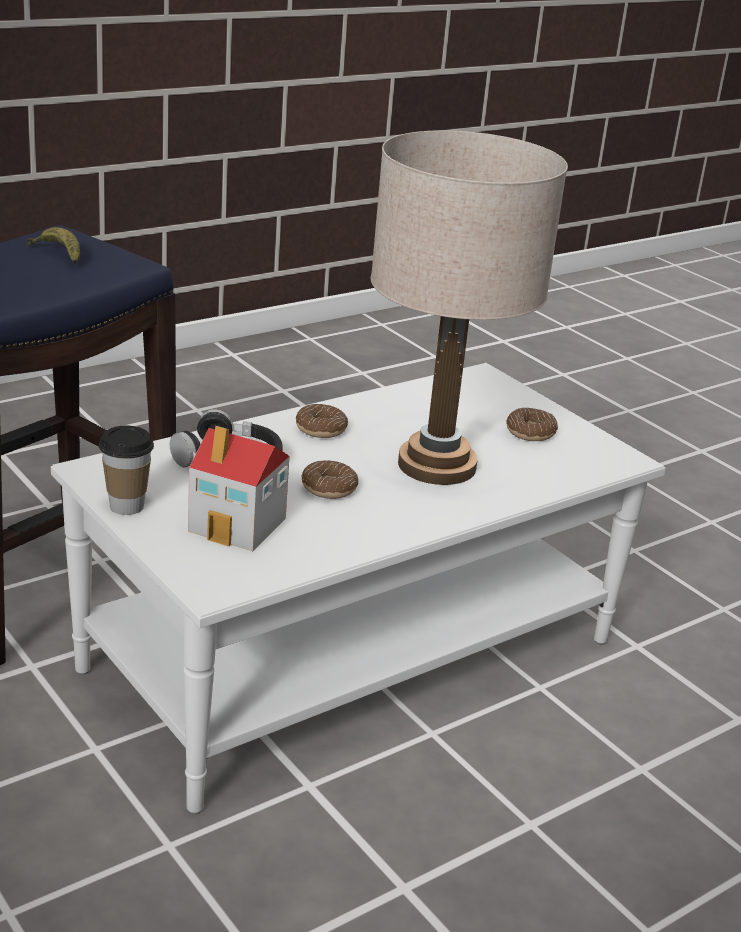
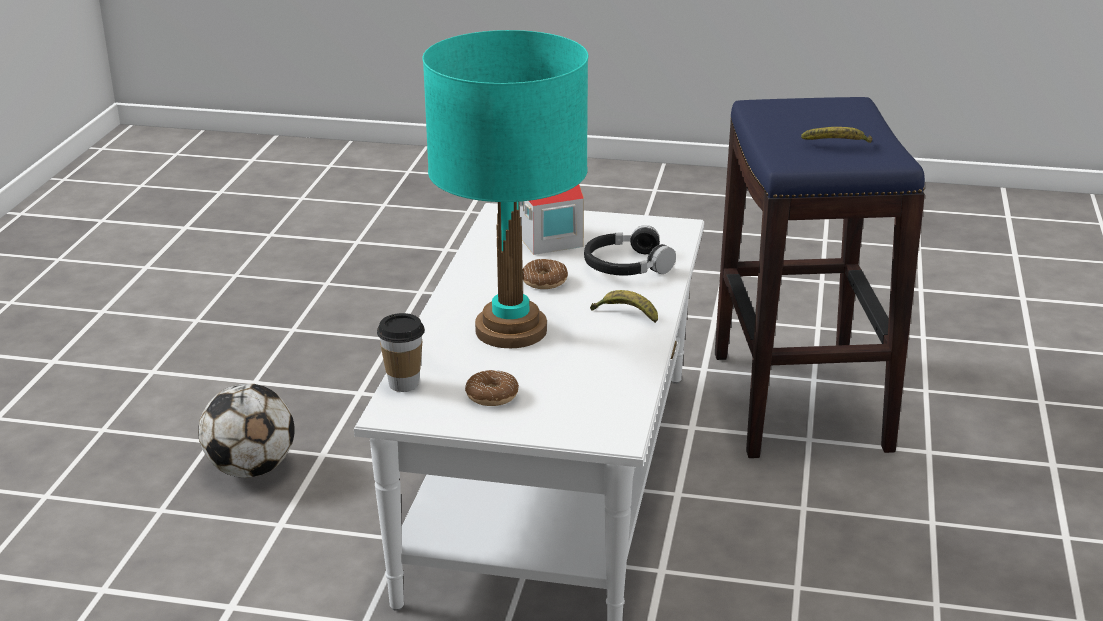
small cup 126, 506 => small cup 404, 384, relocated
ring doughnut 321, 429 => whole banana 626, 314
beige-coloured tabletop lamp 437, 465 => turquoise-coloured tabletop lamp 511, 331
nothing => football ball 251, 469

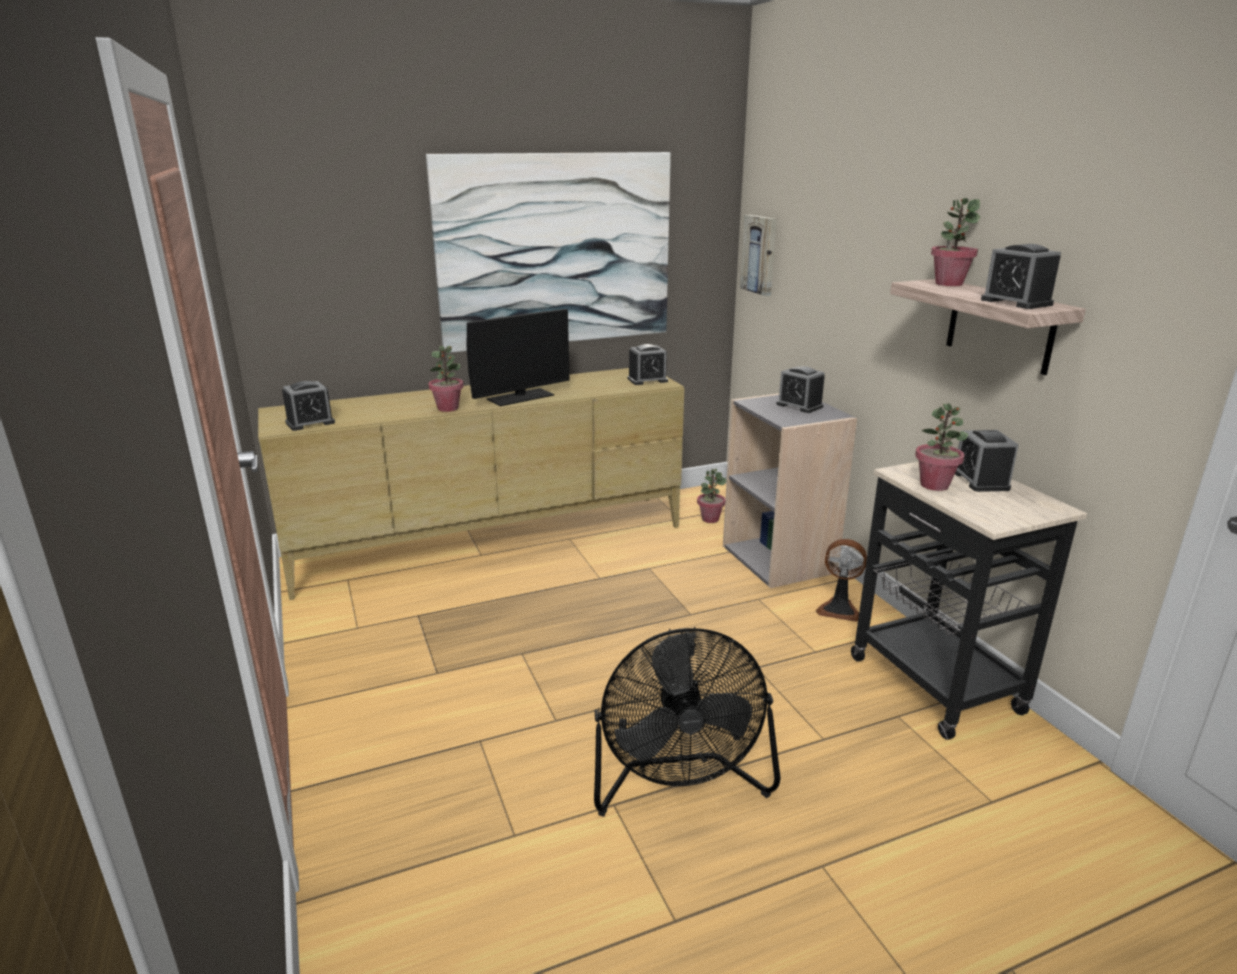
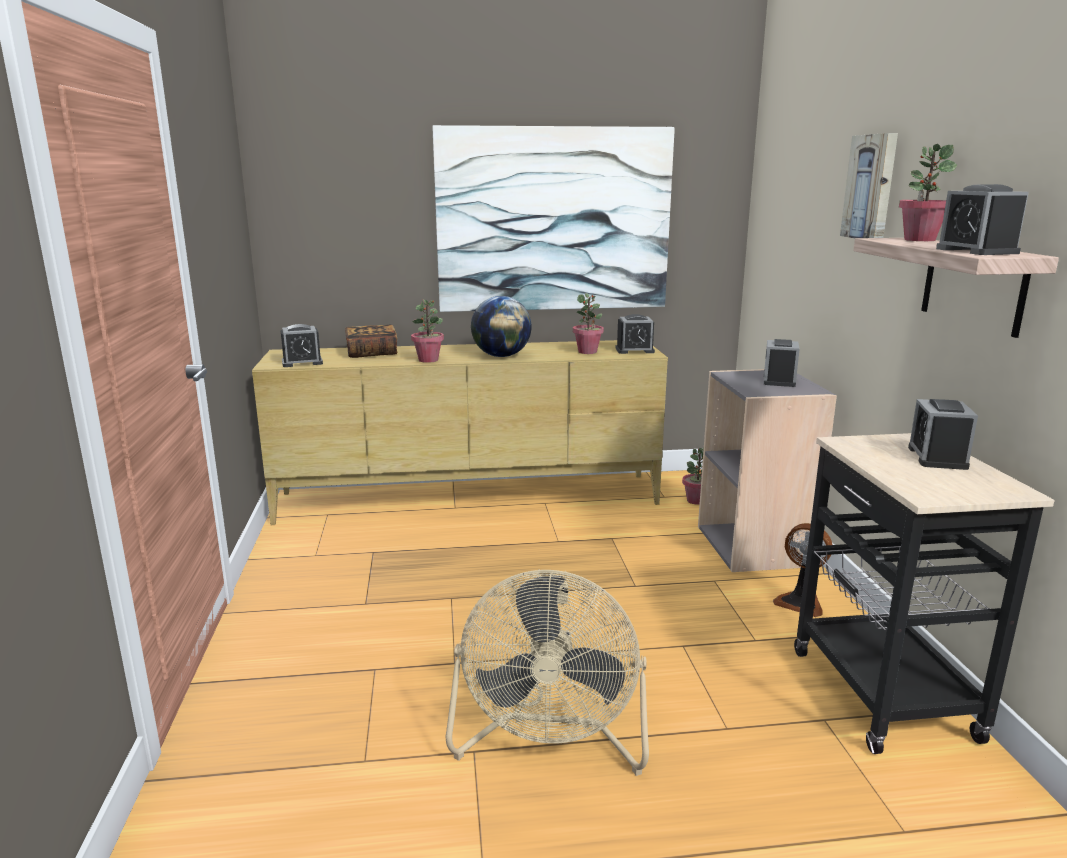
computer screen 520, 397 => world globe 501, 356
black electric fan 671, 780 => beige-coloured electric fan 543, 738
wall picture 760, 254 => wall picture 871, 187, relocated
alarm clock 799, 405 => alarm clock 779, 380, 45 degrees clockwise
potted plant 934, 485 => potted plant 587, 352, relocated
nothing => bound book 372, 353

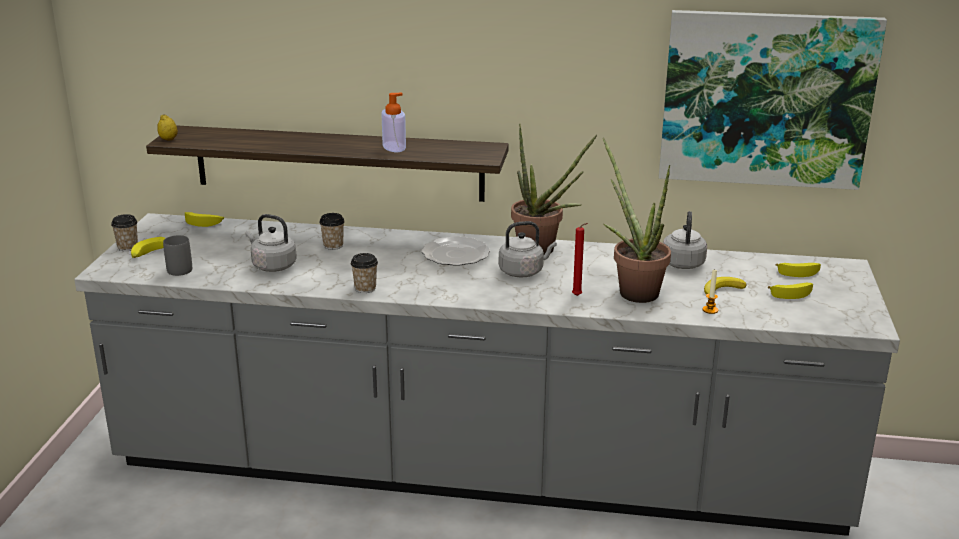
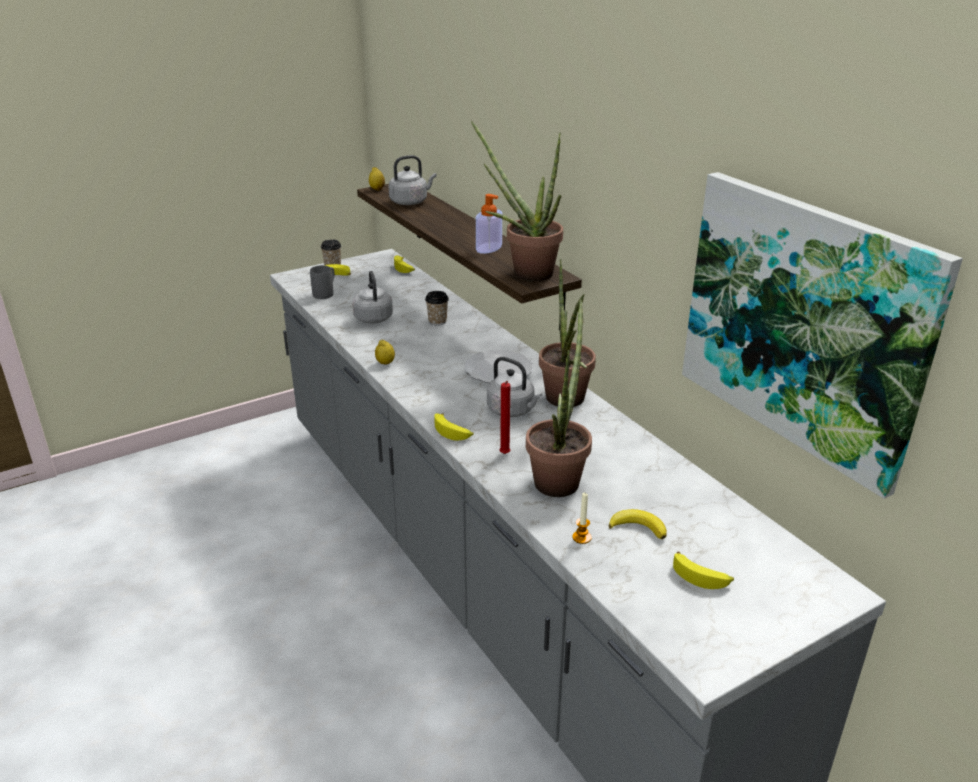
small cup 365, 288 => whole lemon 385, 363
greyish kettle 683, 262 => greyish kettle 410, 202, relocated
whole banana 799, 272 => whole banana 453, 432, relocated
nothing => potted plant 525, 272

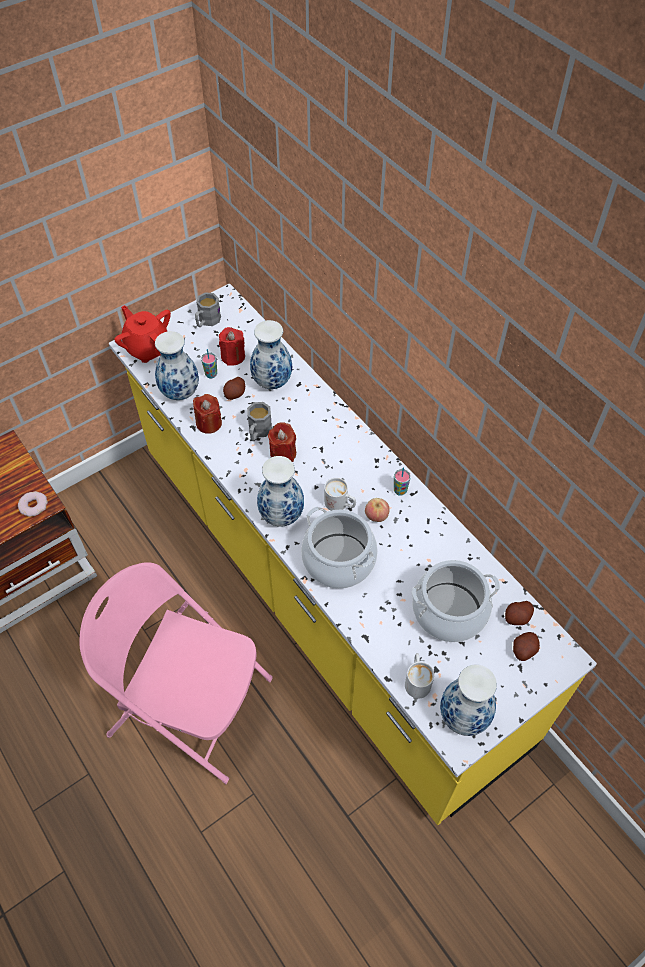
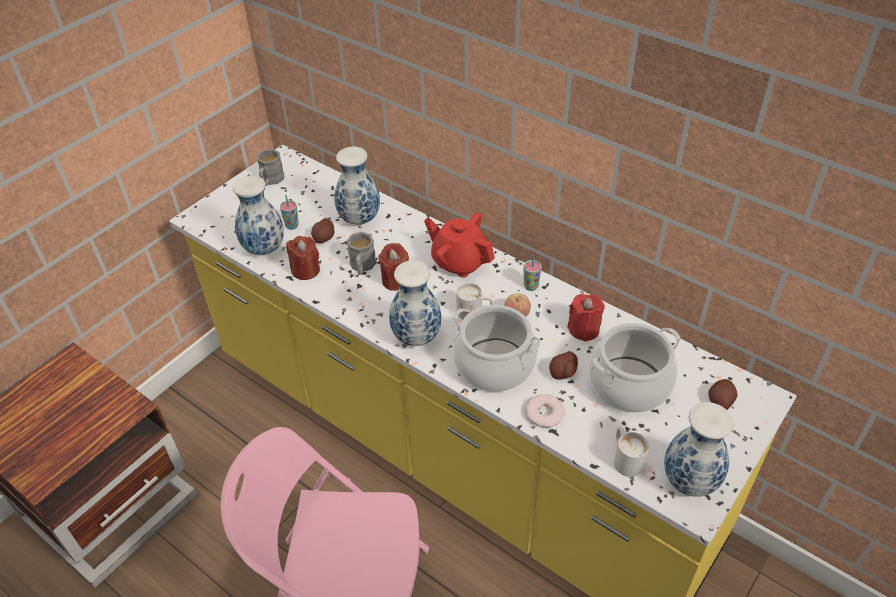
ring doughnut 33, 505 => ring doughnut 544, 413, relocated
red teapot 148, 348 => red teapot 459, 262, relocated
red wax light 233, 356 => red wax light 584, 329, relocated
whole potato 517, 617 => whole potato 562, 372, relocated

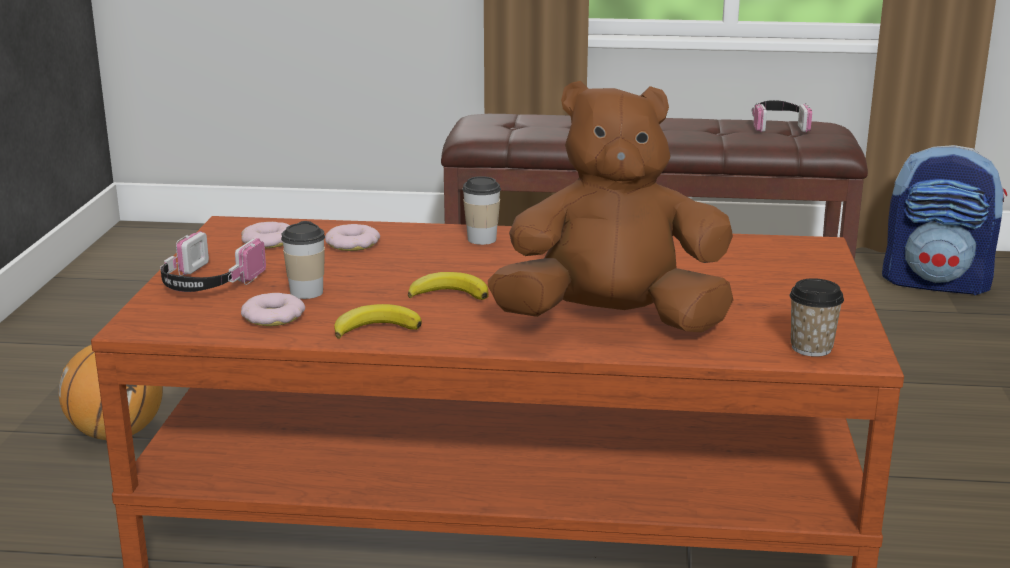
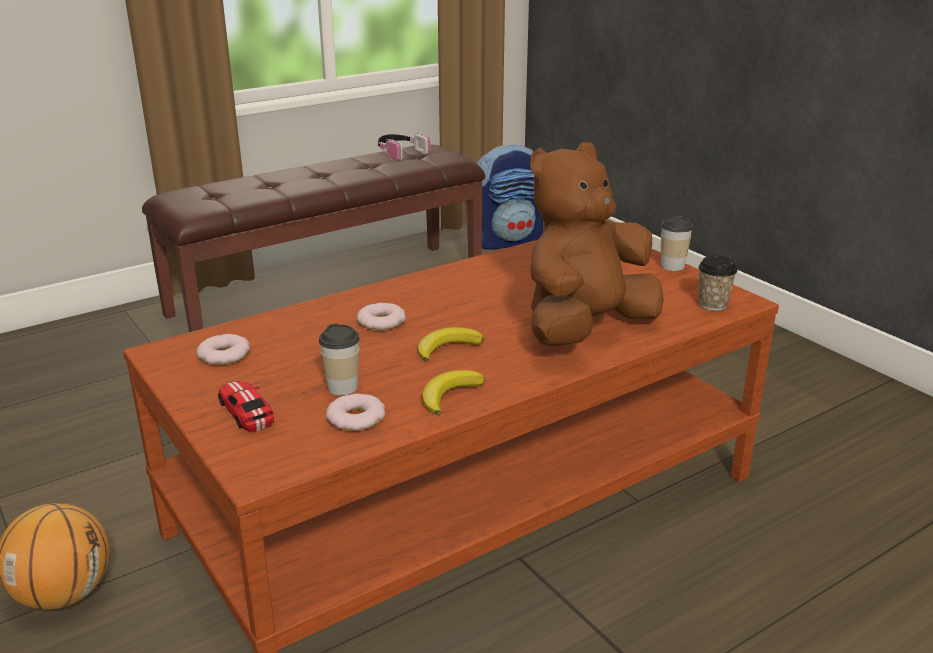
pair of headphones 208, 284 => model car 246, 412
ring doughnut 352, 243 => ring doughnut 381, 322, relocated
small cup 482, 239 => small cup 672, 266, relocated

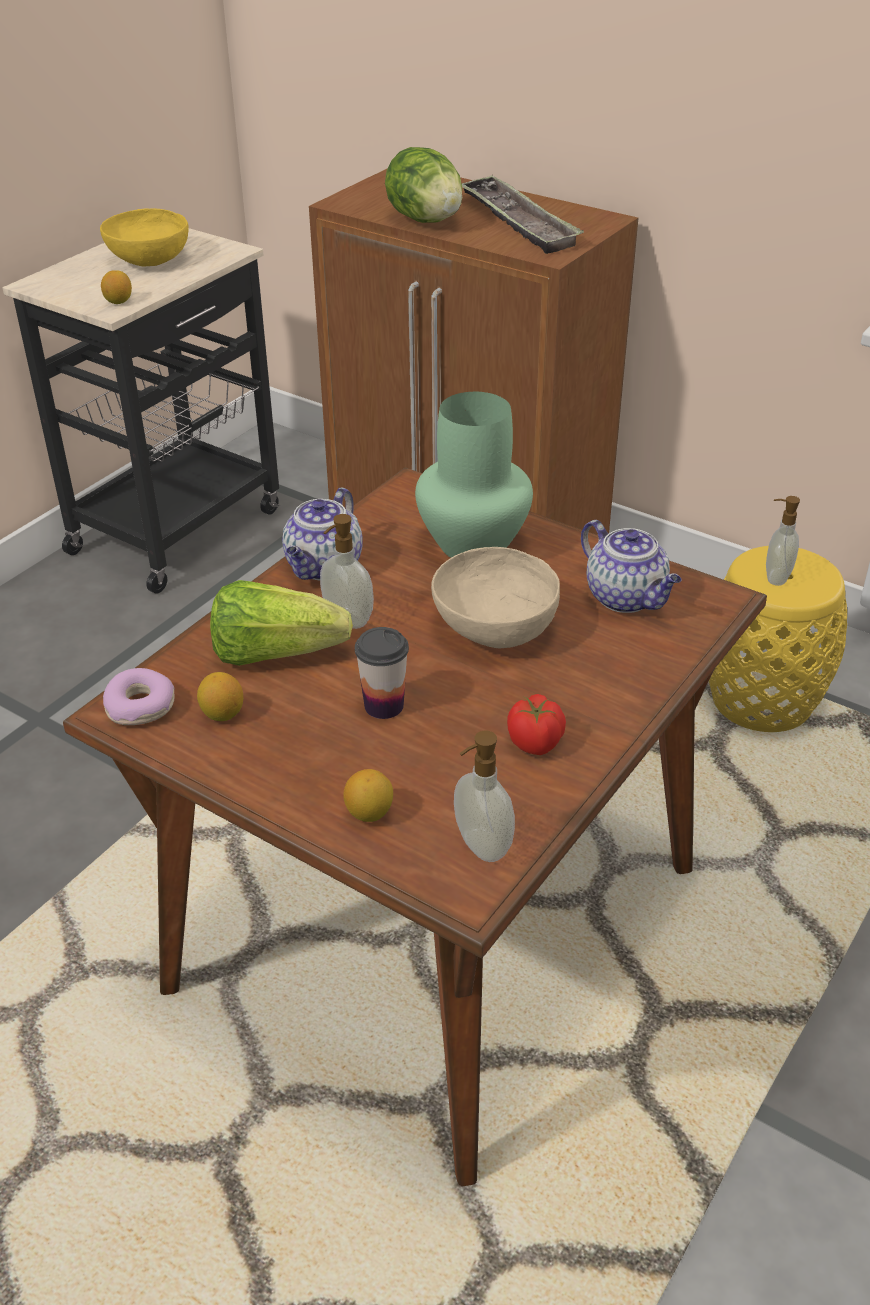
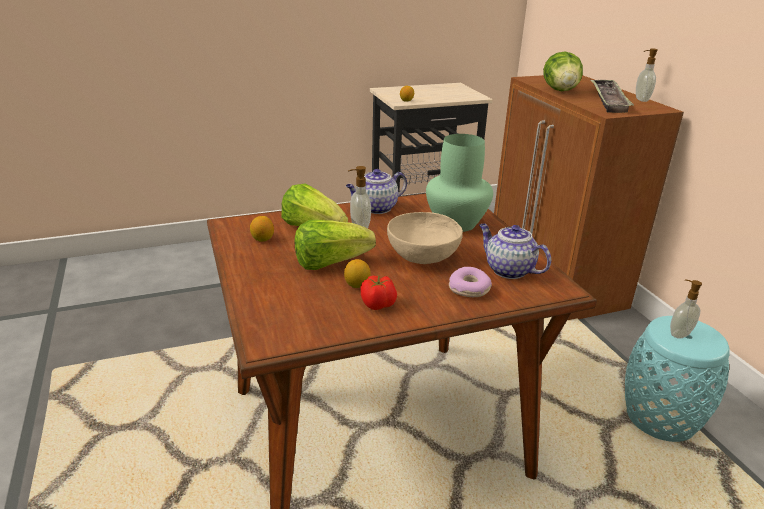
yellowish bowl 148, 259 => nothing
ring doughnut 141, 706 => ring doughnut 469, 289, relocated
whole lemon 369, 813 => whole lemon 357, 285, relocated
small cup 384, 705 => lettuce head 330, 263
soap dispenser 481, 846 => soap dispenser 641, 99, relocated
teapot 627, 598 => teapot 508, 270, 135 degrees clockwise
yellowish stool 762, 701 => turquoise-coloured stool 660, 419

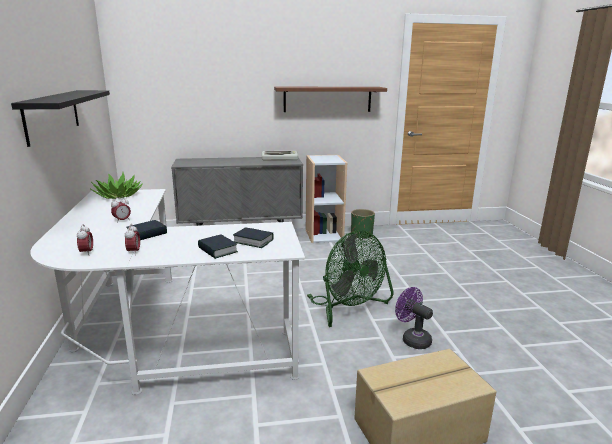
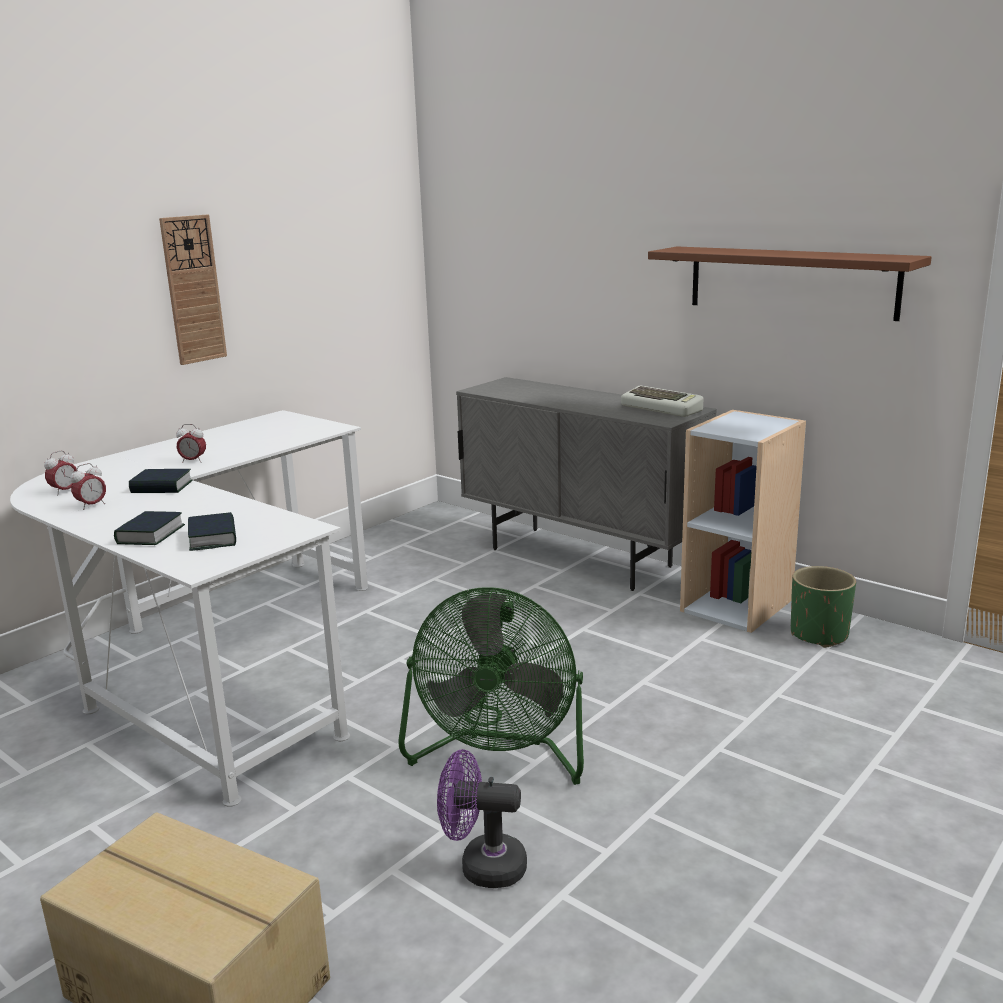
black shelf 52, 115 => wall clock 193, 289
potted plant 118, 195 => nothing
purple electric fan 412, 339 => purple electric fan 482, 866, 90 degrees counterclockwise

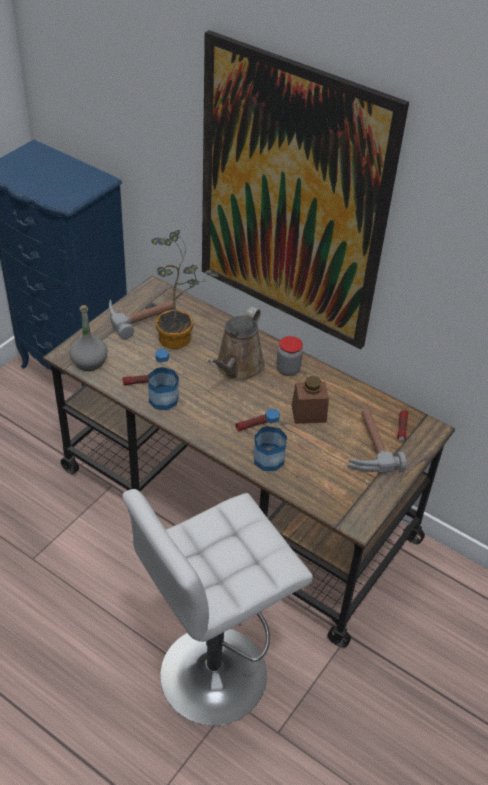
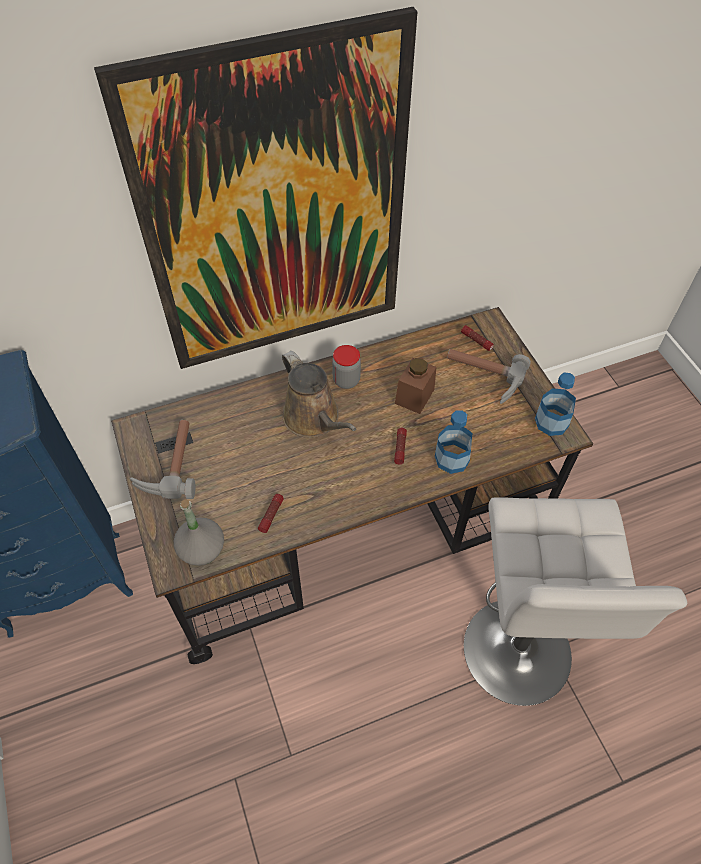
bottle 163, 399 => bottle 551, 422, relocated
potted plant 180, 338 => nothing

